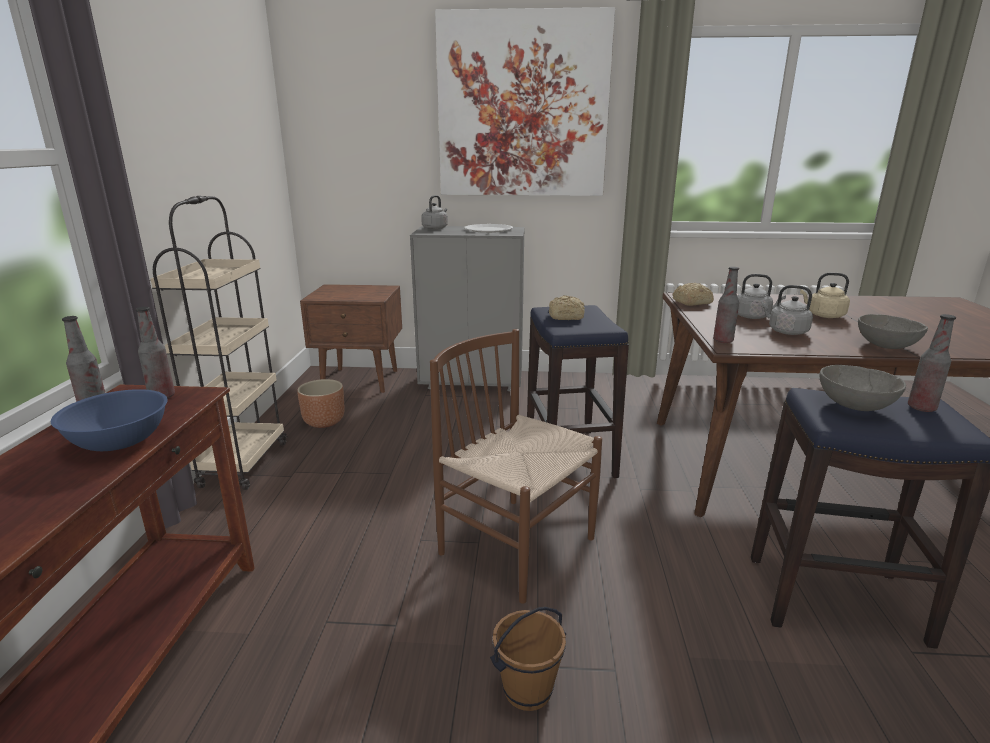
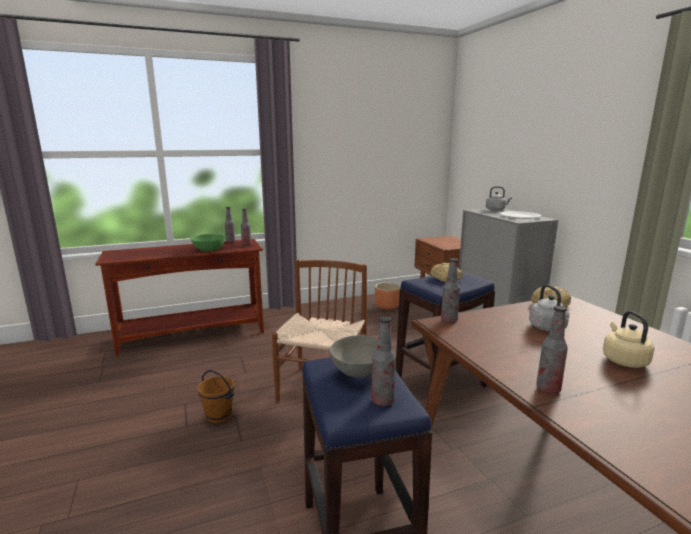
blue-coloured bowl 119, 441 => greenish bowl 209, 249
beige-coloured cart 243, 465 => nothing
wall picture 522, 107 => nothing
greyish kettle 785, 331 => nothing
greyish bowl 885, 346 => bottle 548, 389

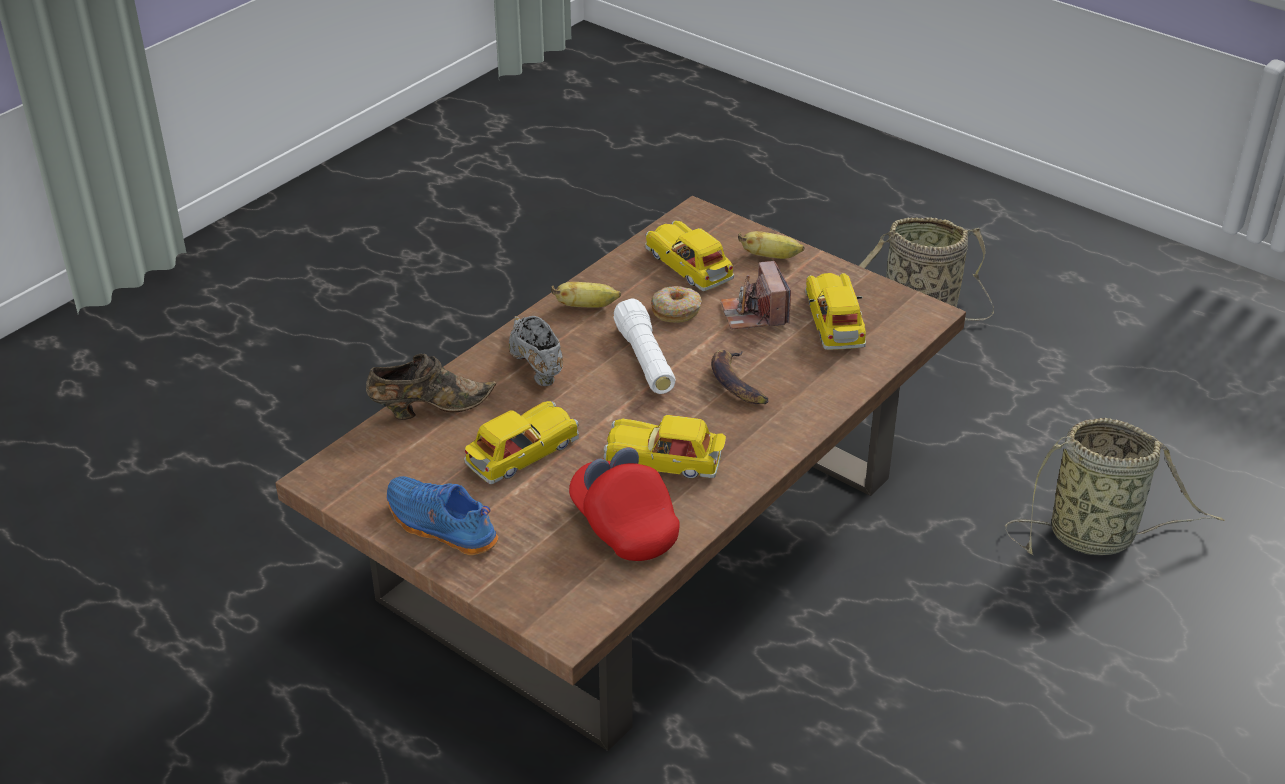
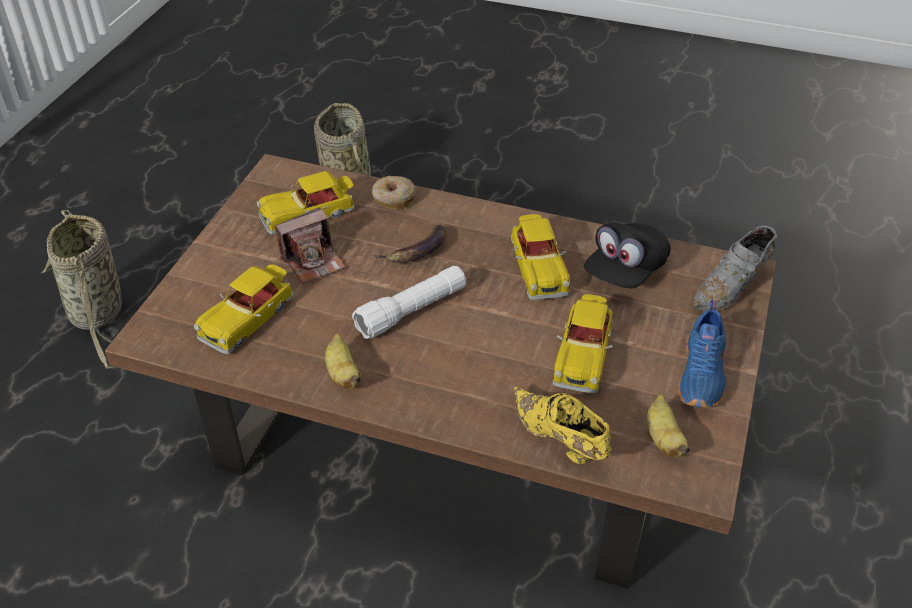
brown-coloured item of footwear 428, 408 => yellowish item of footwear 560, 440
model car 520, 454 => model car 583, 353, 105 degrees counterclockwise
greyish item of footwear 535, 366 => greyish item of footwear 732, 288, relocated
red baseball cap 623, 525 => black baseball cap 625, 271
ring doughnut 676, 311 => ring doughnut 393, 198, relocated
whole banana 771, 257 => whole banana 663, 438, relocated

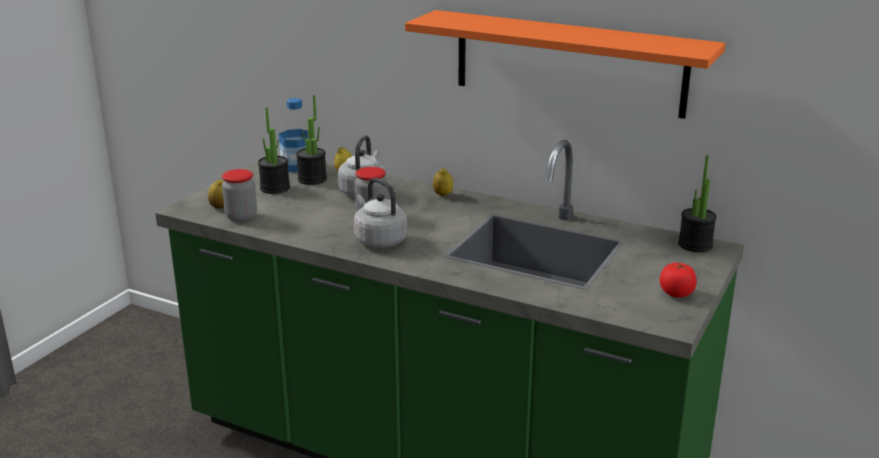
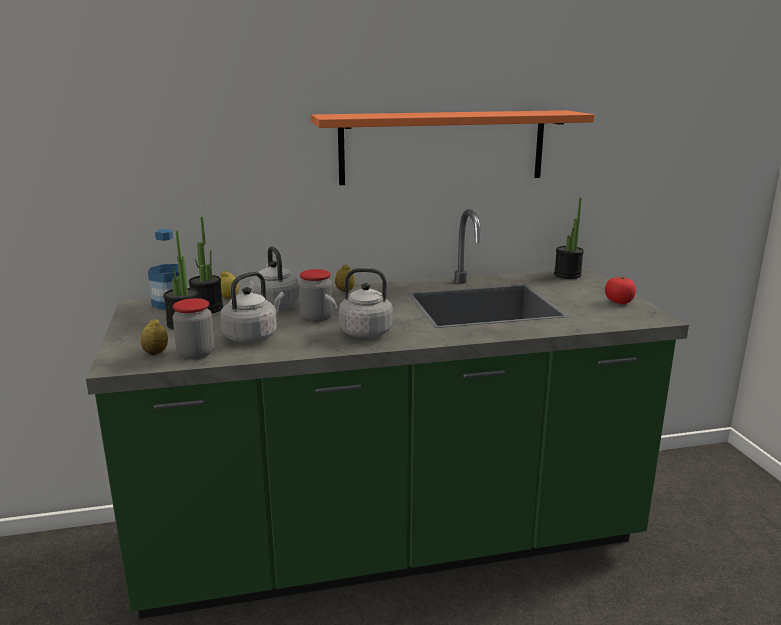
nothing => greyish kettle 253, 336

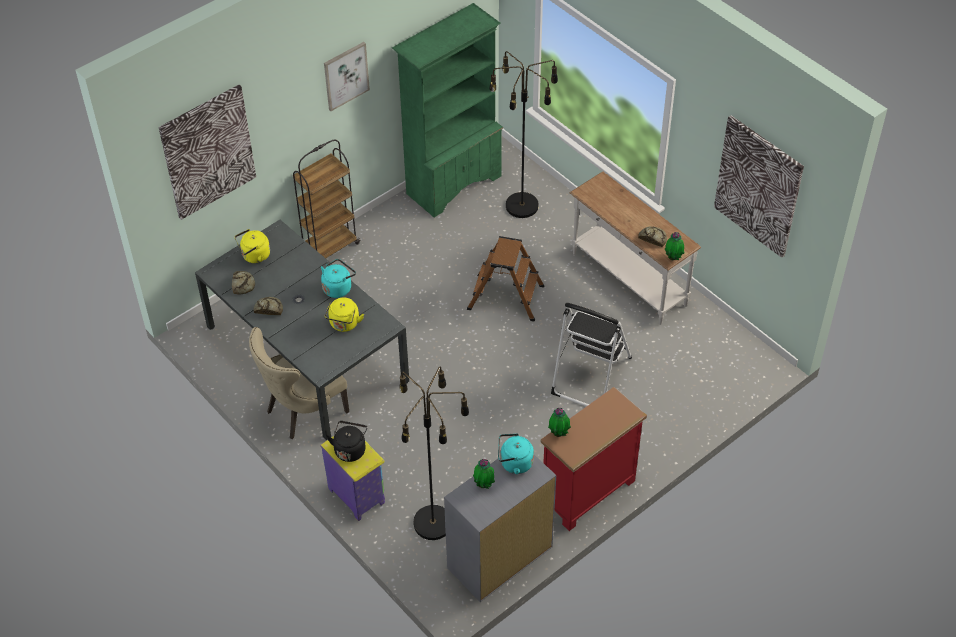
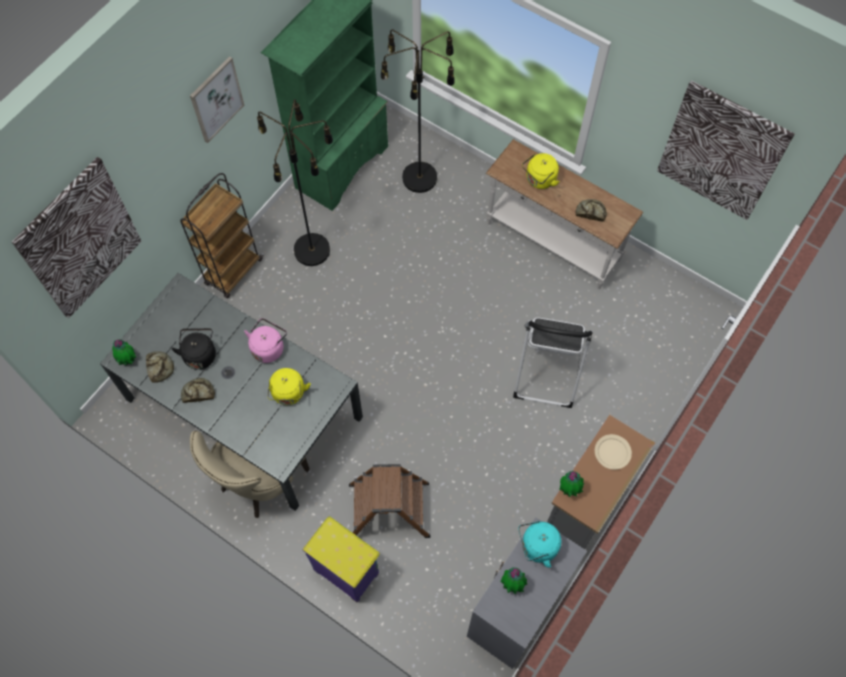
yellowish kettle 254, 256 => yellowish kettle 539, 180, relocated
turquoise-coloured kettle 338, 288 => pinkish kettle 268, 347
black kettle 350, 449 => black kettle 200, 354, relocated
standing lamp 434, 523 => standing lamp 313, 250, relocated
brown-coloured step stool 505, 297 => brown-coloured step stool 389, 510, relocated
red chest of drawers 587, 492 => greyish chest of drawers 584, 507
potted plant 673, 258 => potted plant 128, 360, relocated
nothing => beige-coloured flat dish 612, 452

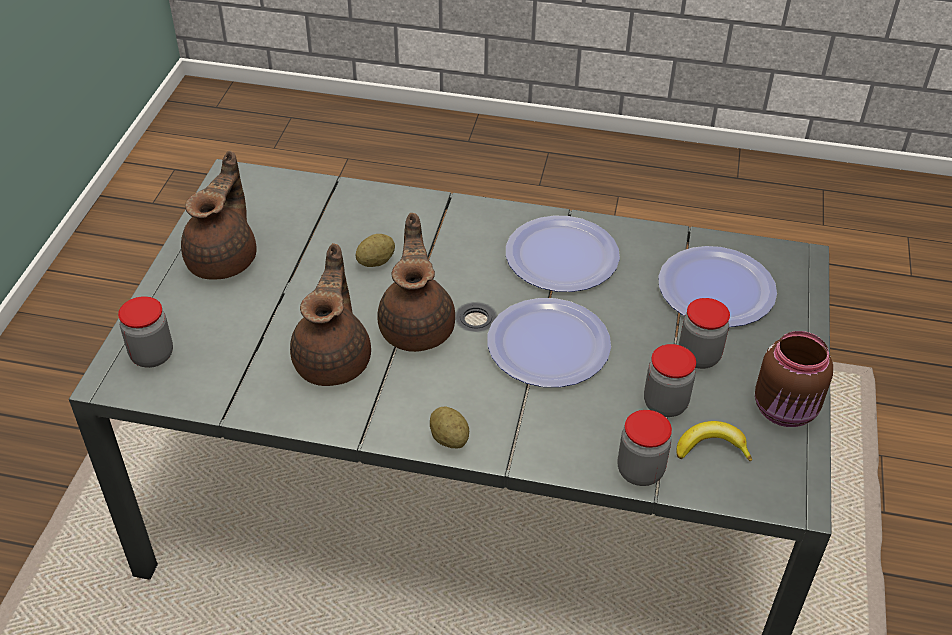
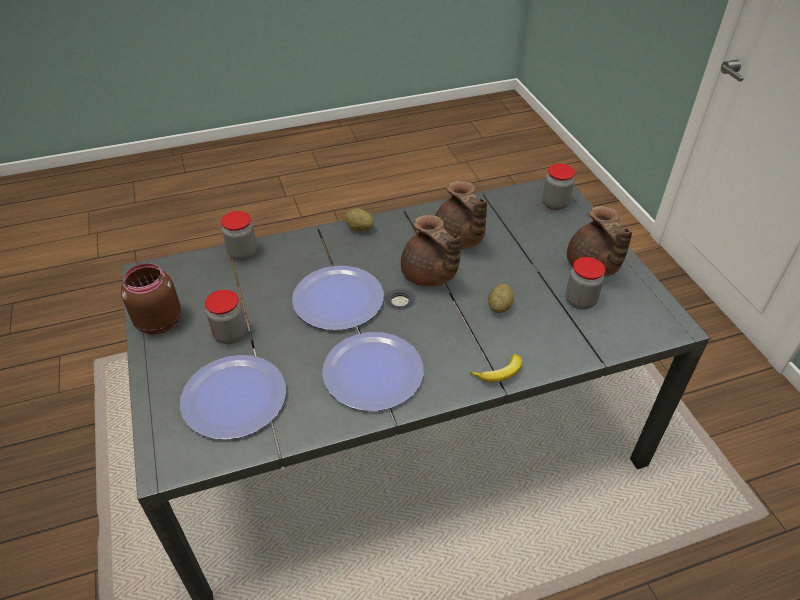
preserve jar 665, 404 => preserve jar 580, 301, relocated
whole banana 711, 447 => whole banana 500, 373, relocated

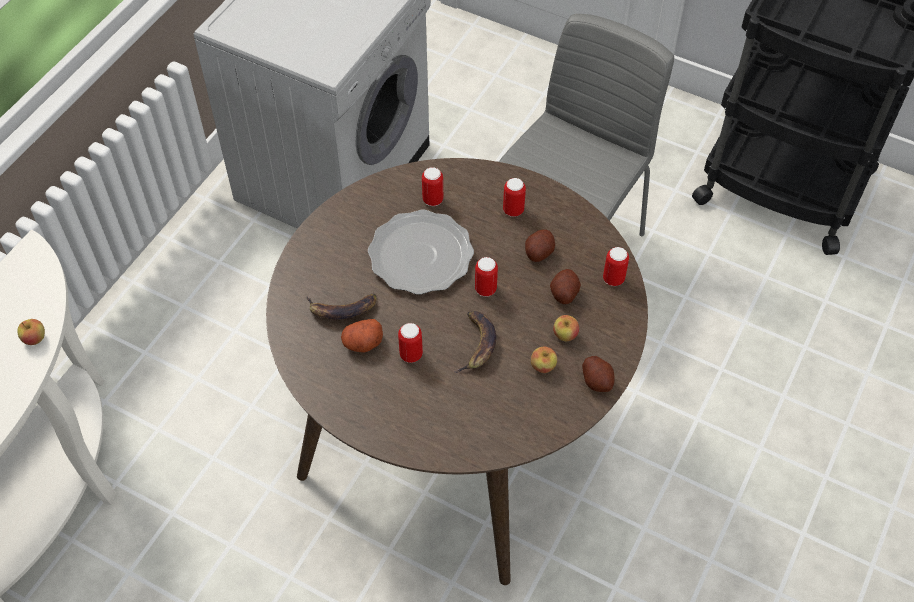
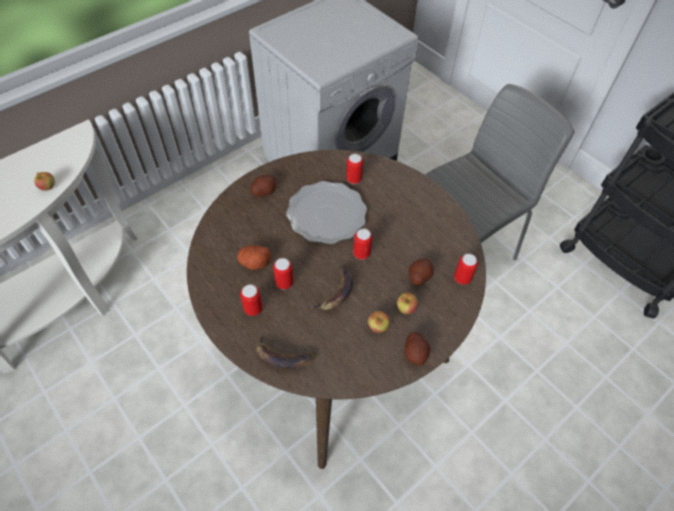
whole banana 341, 309 => whole banana 283, 356, relocated
can 513, 210 => can 253, 309, relocated
whole potato 538, 252 => whole potato 264, 191, relocated

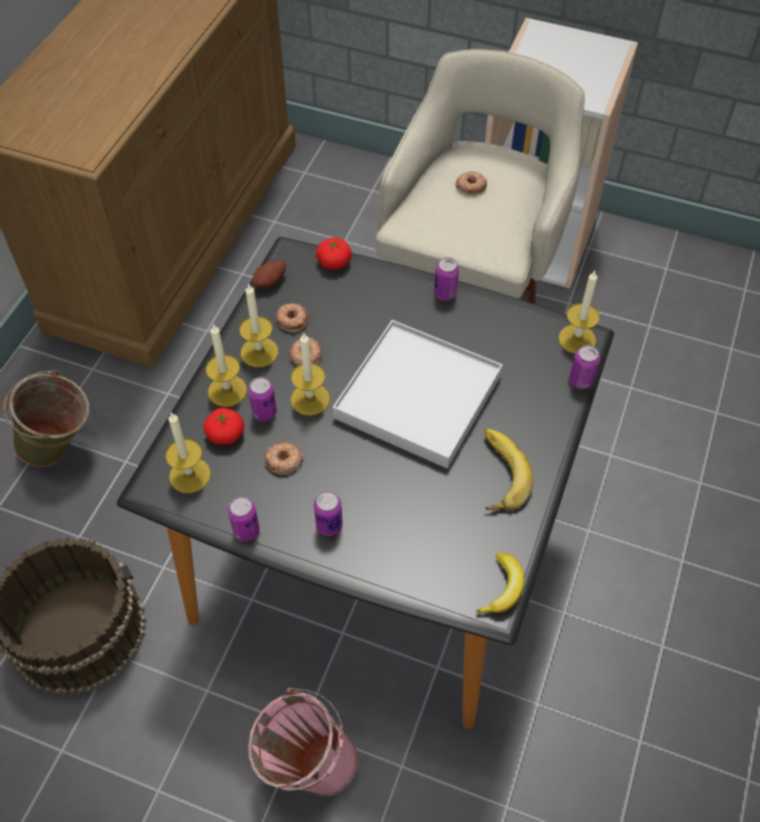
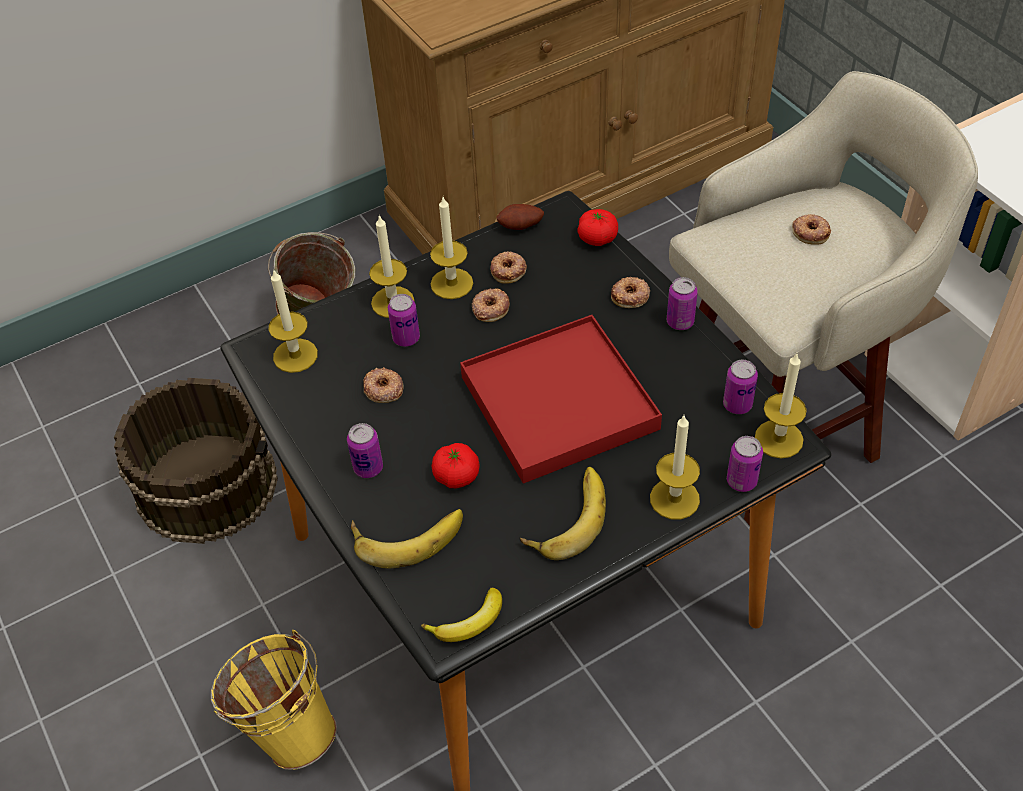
whole tomato 225, 434 => whole tomato 456, 476, relocated
can 246, 531 => can 737, 405, relocated
pinkish bucket 305, 766 => yellowish bucket 287, 729
wax light 310, 399 => wax light 674, 499, relocated
white tray 417, 397 => red tray 558, 402
nothing => whole banana 407, 534
nothing => ring doughnut 630, 296

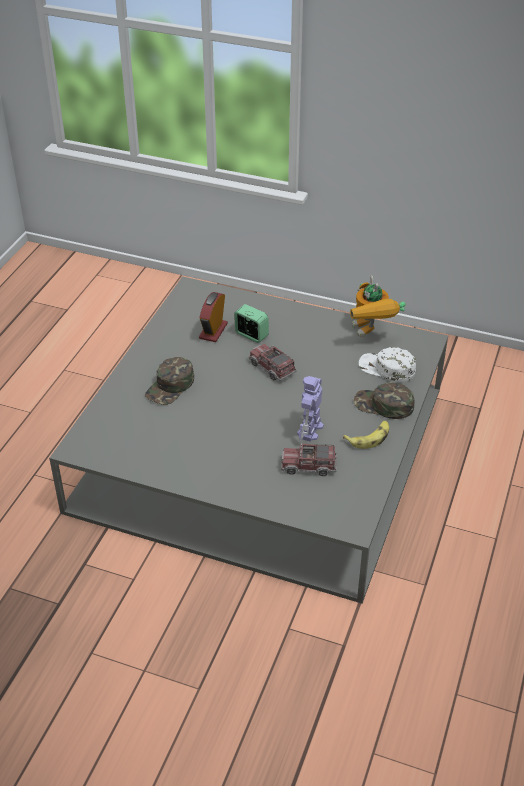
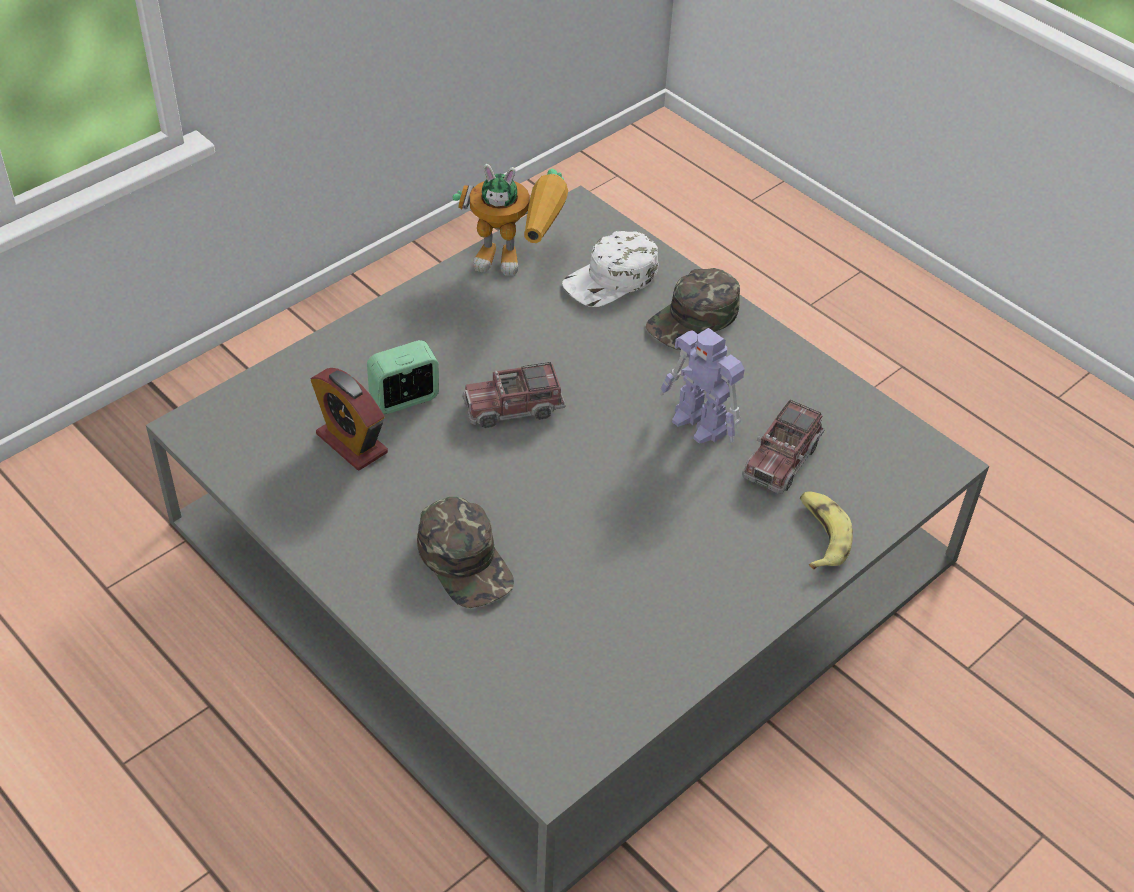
whole banana 369, 437 => whole banana 820, 535, relocated

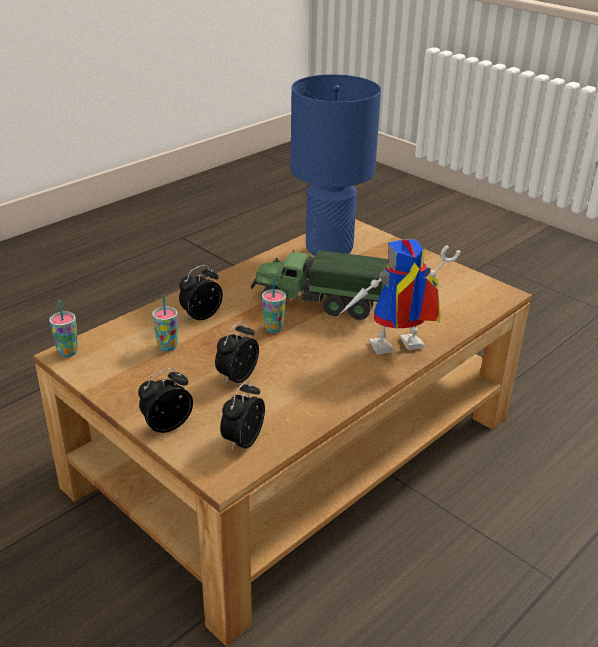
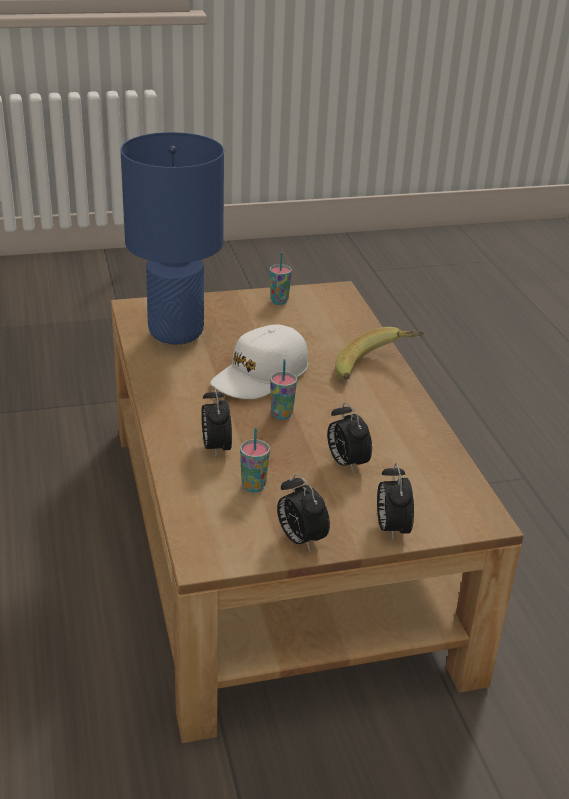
small cup 68, 352 => small cup 279, 301, relocated
alarm clock 243, 441 => alarm clock 300, 539, relocated
model truck 318, 302 => white baseball cap 260, 375
model robot 394, 351 => whole banana 377, 370

